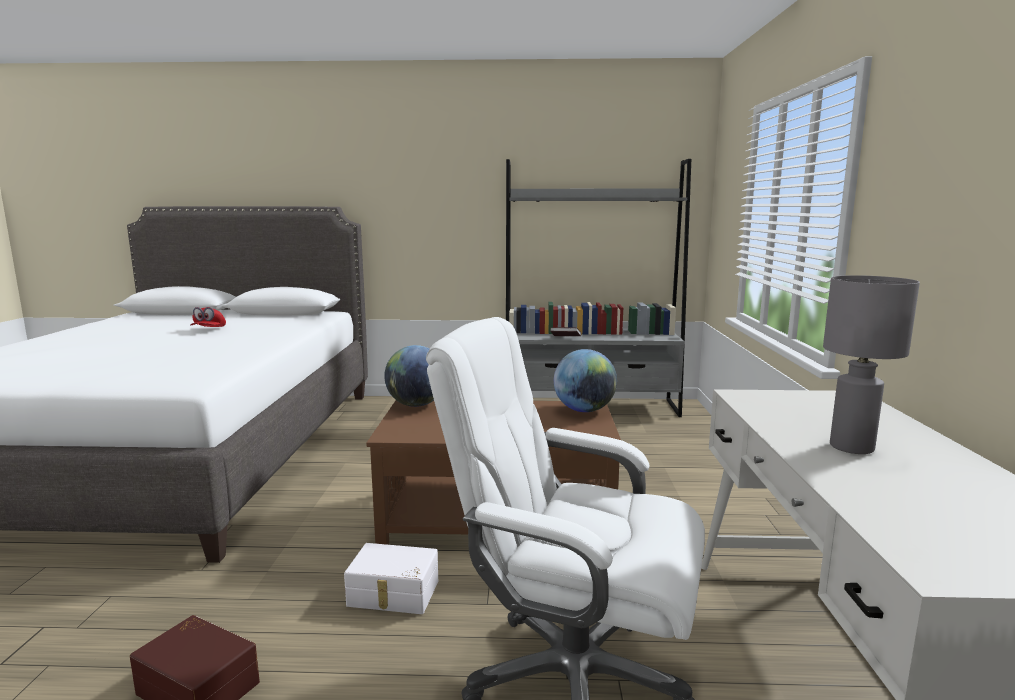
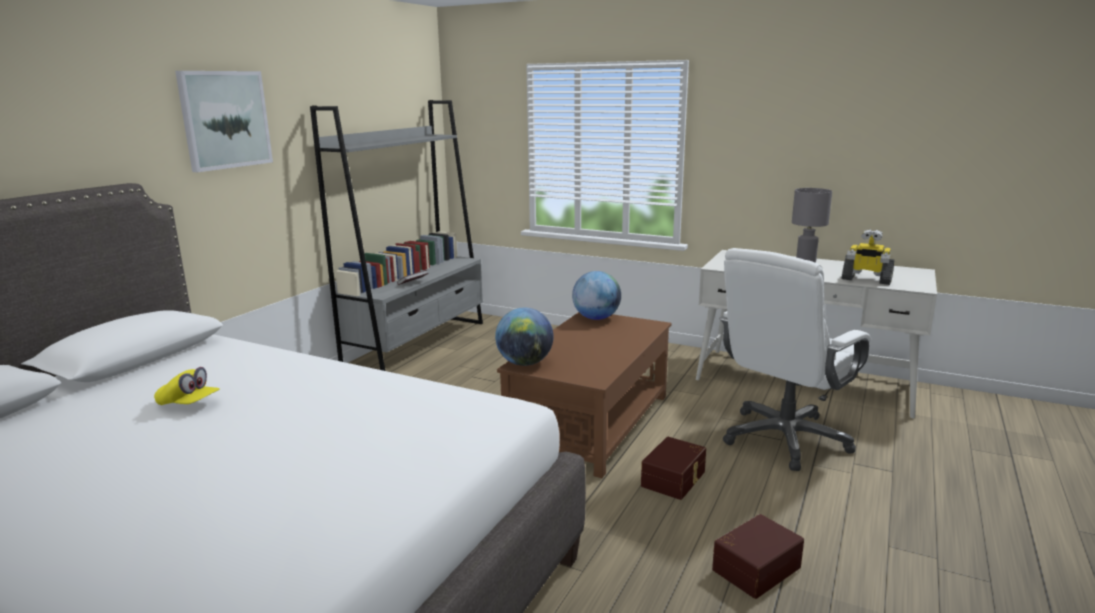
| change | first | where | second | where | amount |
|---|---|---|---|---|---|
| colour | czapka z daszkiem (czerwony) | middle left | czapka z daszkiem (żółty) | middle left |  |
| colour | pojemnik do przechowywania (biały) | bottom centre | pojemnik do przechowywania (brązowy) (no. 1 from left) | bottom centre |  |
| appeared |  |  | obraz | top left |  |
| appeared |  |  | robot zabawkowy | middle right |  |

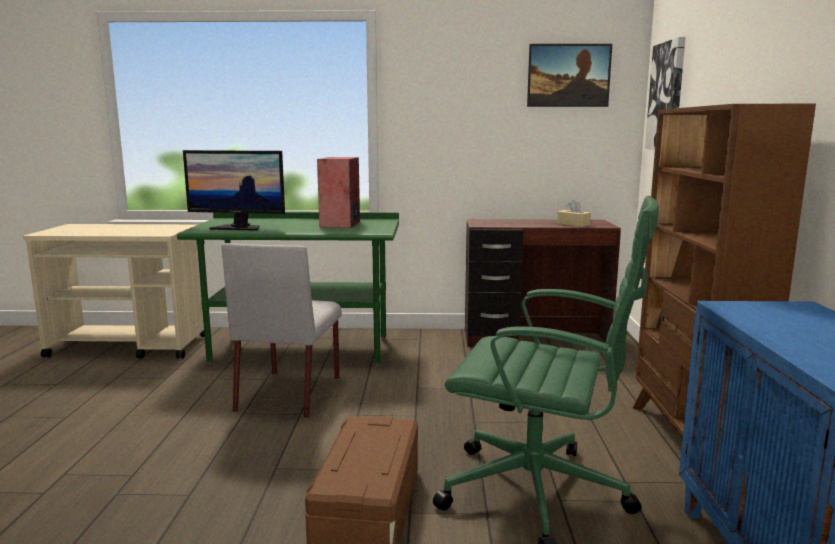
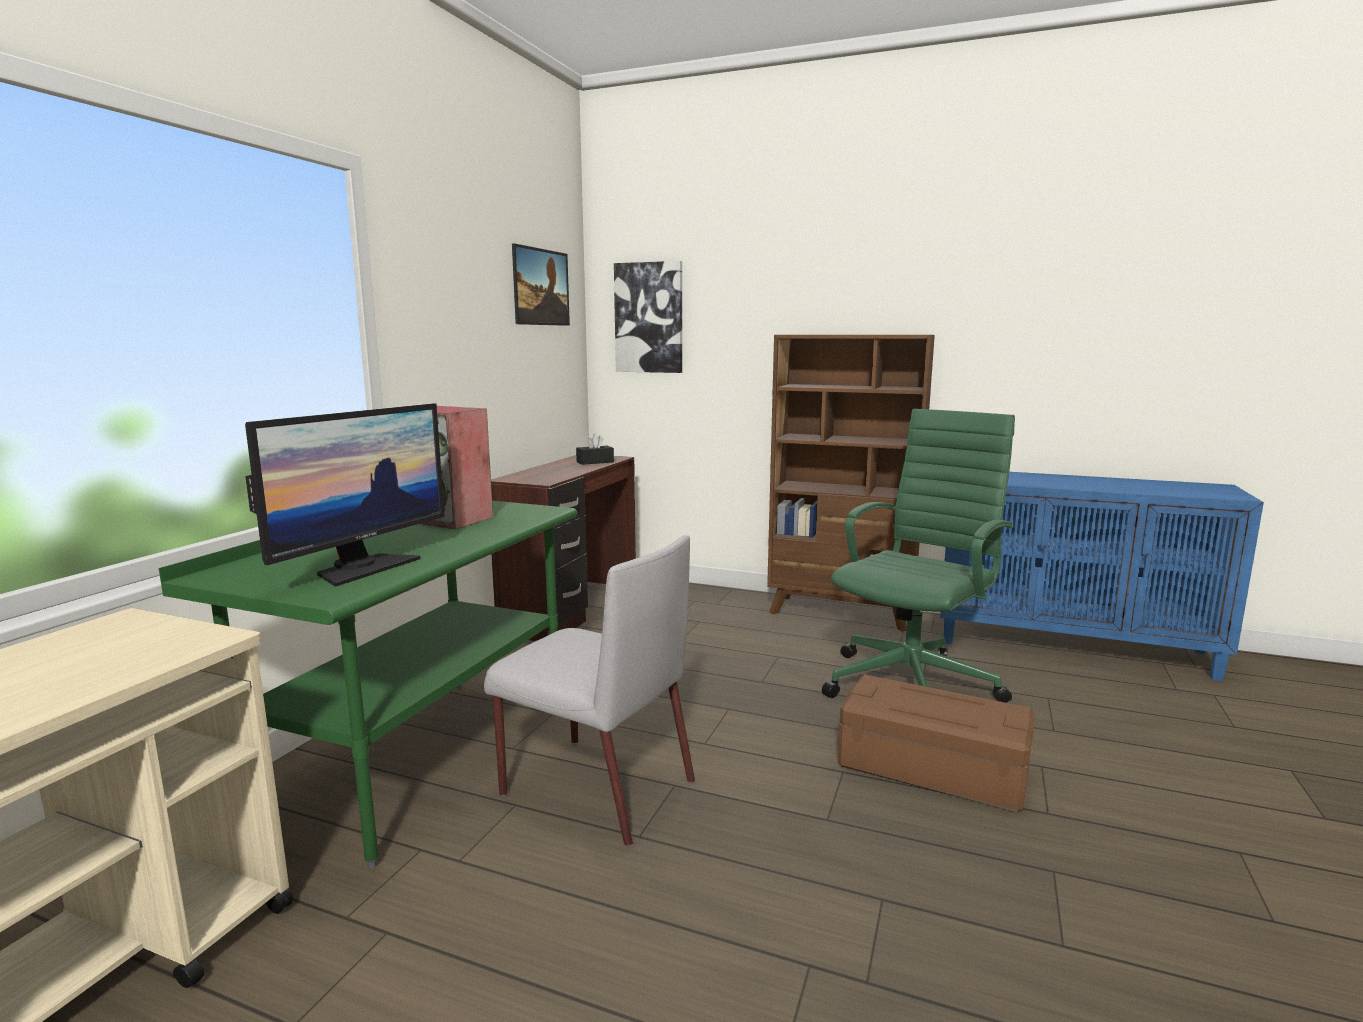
| change | first | where | second | where | amount |
|---|---|---|---|---|---|
| colour | pudełko chusteczek (beżowy) | middle right | pudełko chusteczek (czarny) | centre |  |

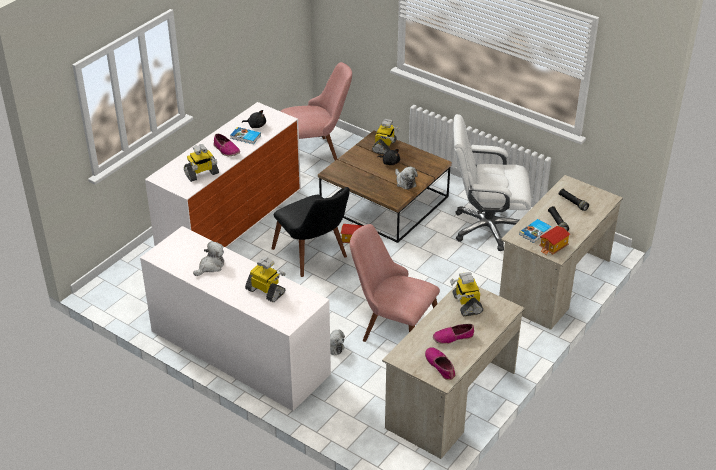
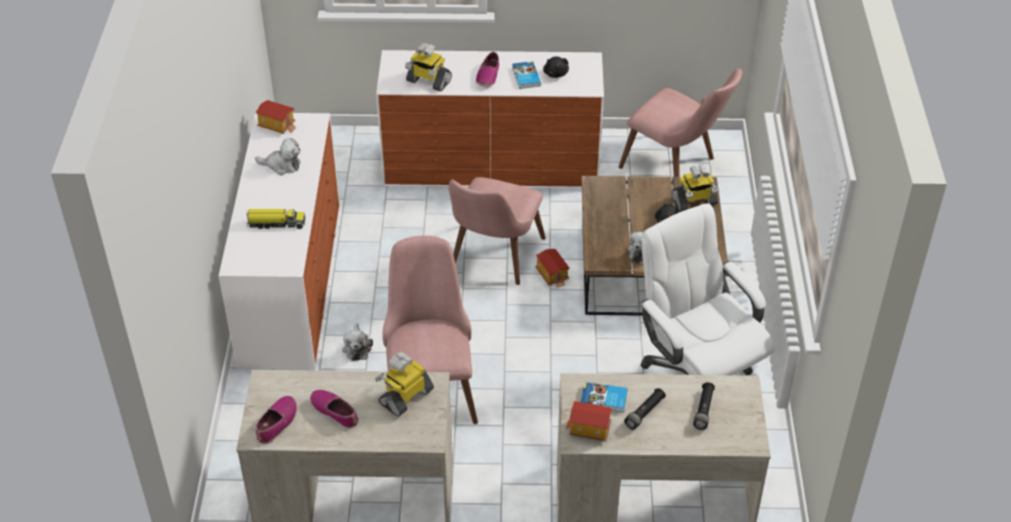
| change | first | where | second | where | amount |
|---|---|---|---|---|---|
| exchanged | robot zabawkowy (no. 2 from left) | centre | ciężarówka zabawkowa | middle left |  |
| colour | krzesło (czarny) | centre | krzesło (różowy) (no. 2 from left) | centre |  |
| appeared |  |  | domek (no. 1 from left) | top left |  |

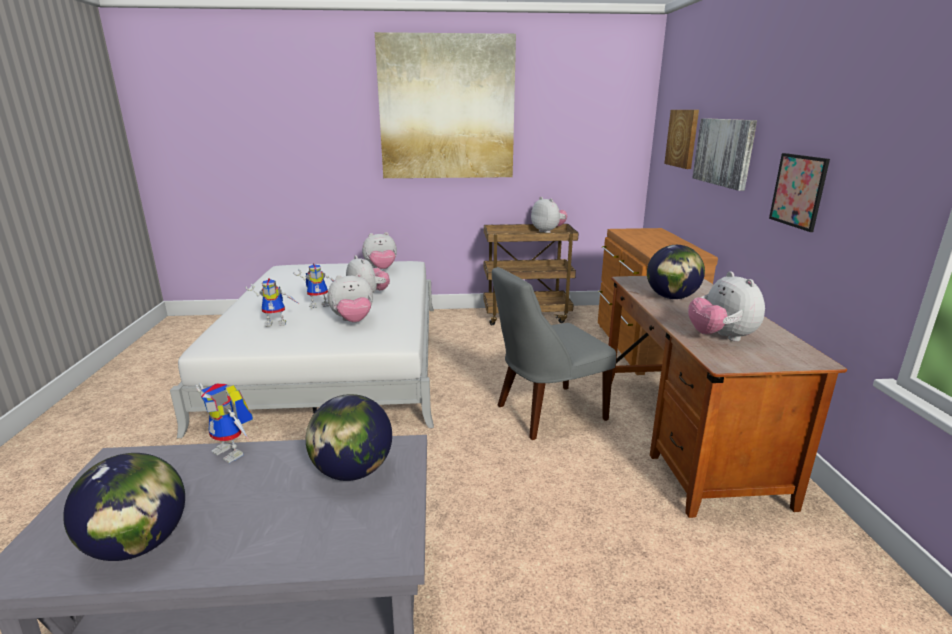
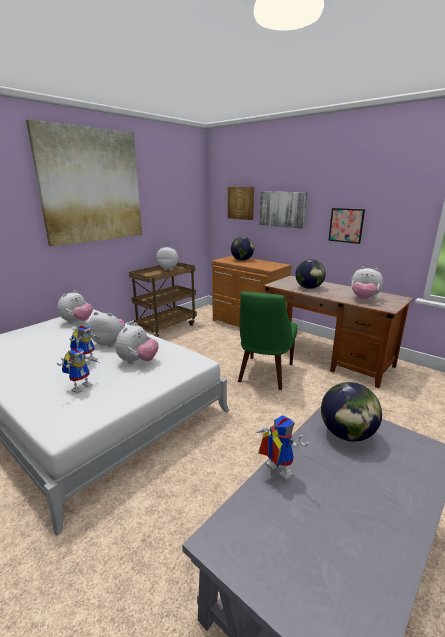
| change | first | where | second | where | amount |
|---|---|---|---|---|---|
| relocated | globus (no. 1 from left) | bottom left |  | centre |  |
| spun | robot zabawkowy (no. 1 from left in the first image) | bottom left | robot zabawkowy (no. 3 from left) | bottom centre | 120 degrees counterclockwise |
| colour | krzesło (szary) | centre | krzesło (zielony) | centre |  |

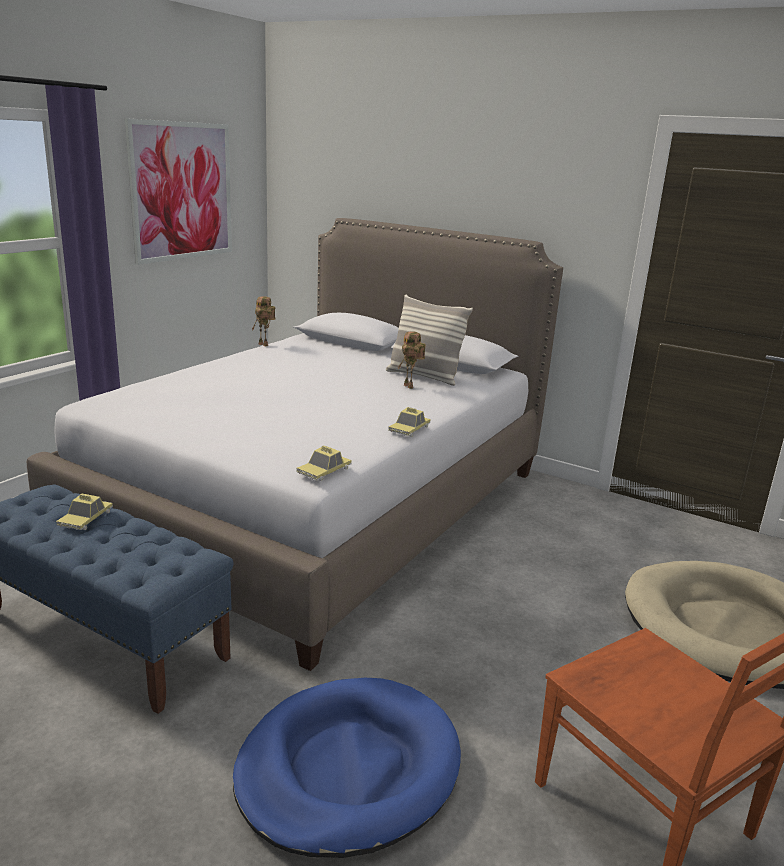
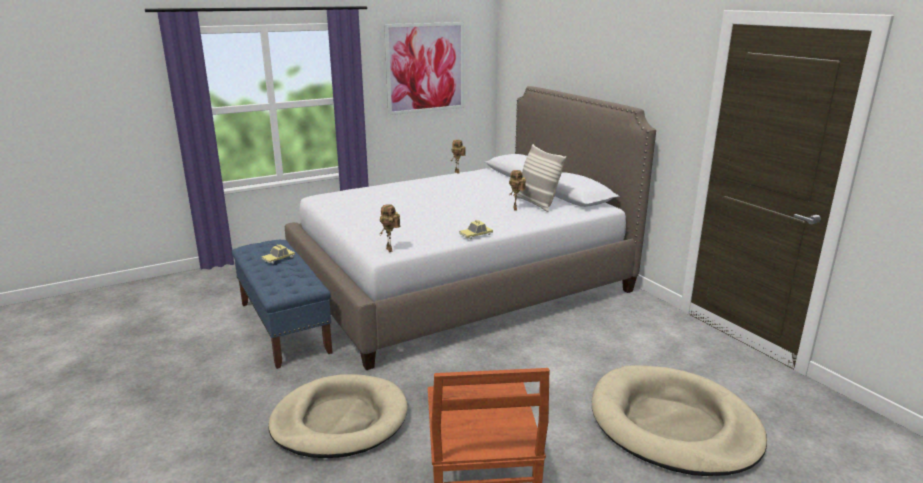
| change | first | where | second | where | amount |
|---|---|---|---|---|---|
| colour | legowisko (niebieski) | bottom centre | legowisko (beżowy) (no. 1 from left) | bottom centre |  |
| exchanged | samochodzik (no. 2 from left) | centre | robot zabawkowy (no. 1 from left) | centre |  |

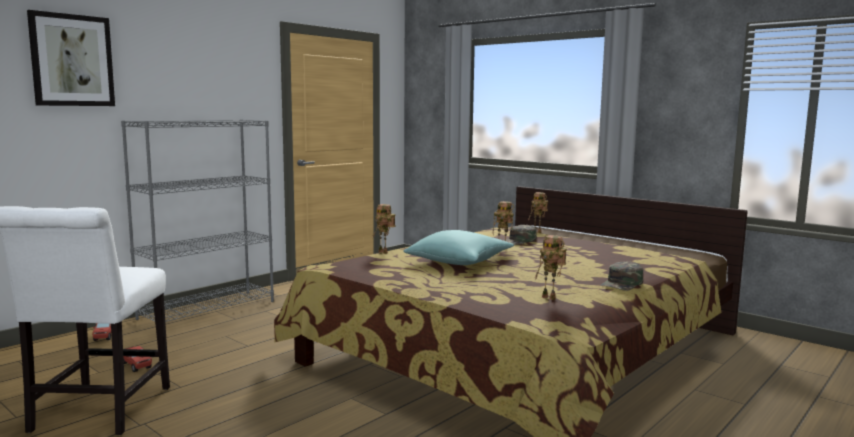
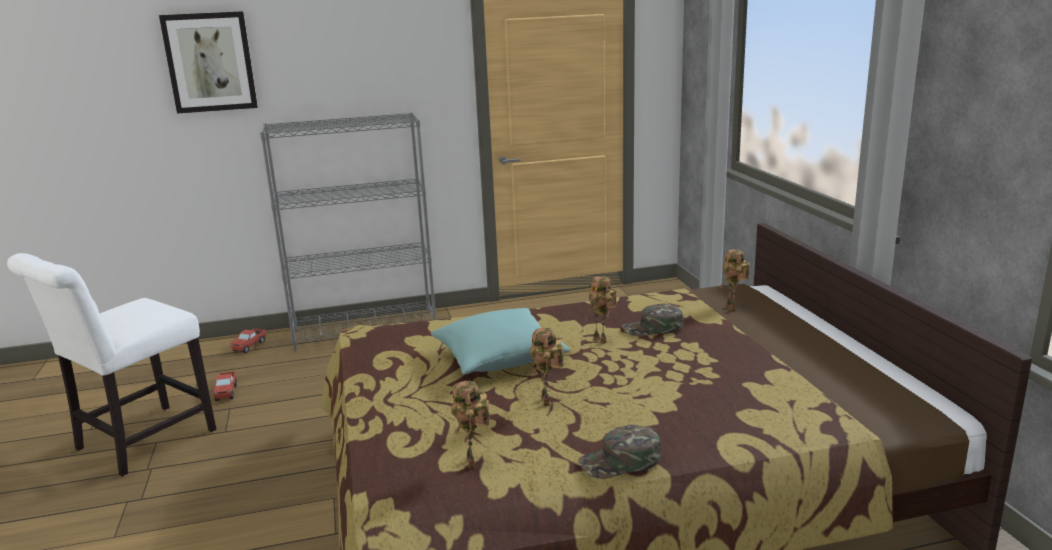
| change | first | where | second | where | amount |
|---|---|---|---|---|---|
| relocated | robot zabawkowy (no. 1 from left in the first image) | centre | robot zabawkowy (no. 2 from left) | bottom centre |  |

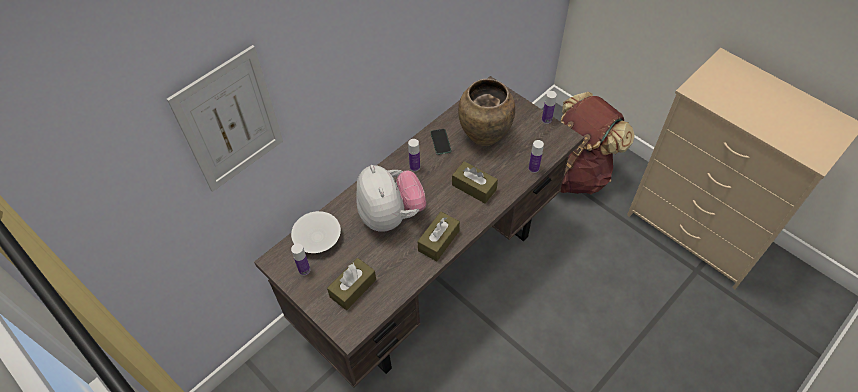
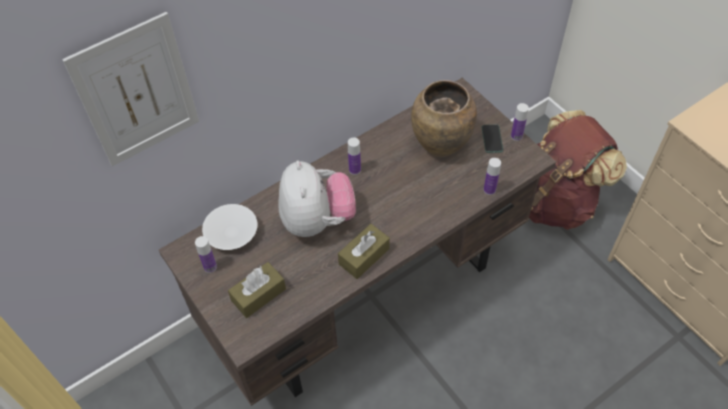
| change | first | where | second | where | amount |
|---|---|---|---|---|---|
| relocated | telefon | centre |  | middle right |  |
| missing | pudełko chusteczek (brązowy) (no. 3 from left) | centre |  |  |  |

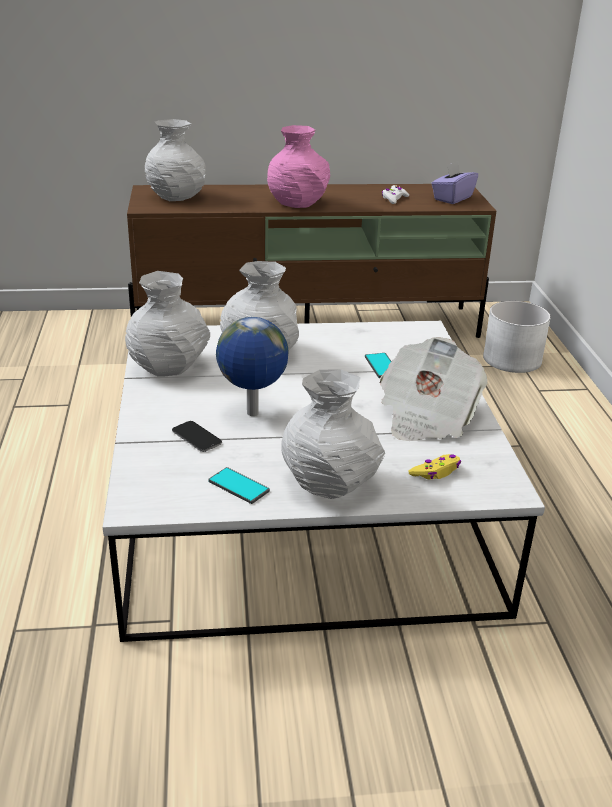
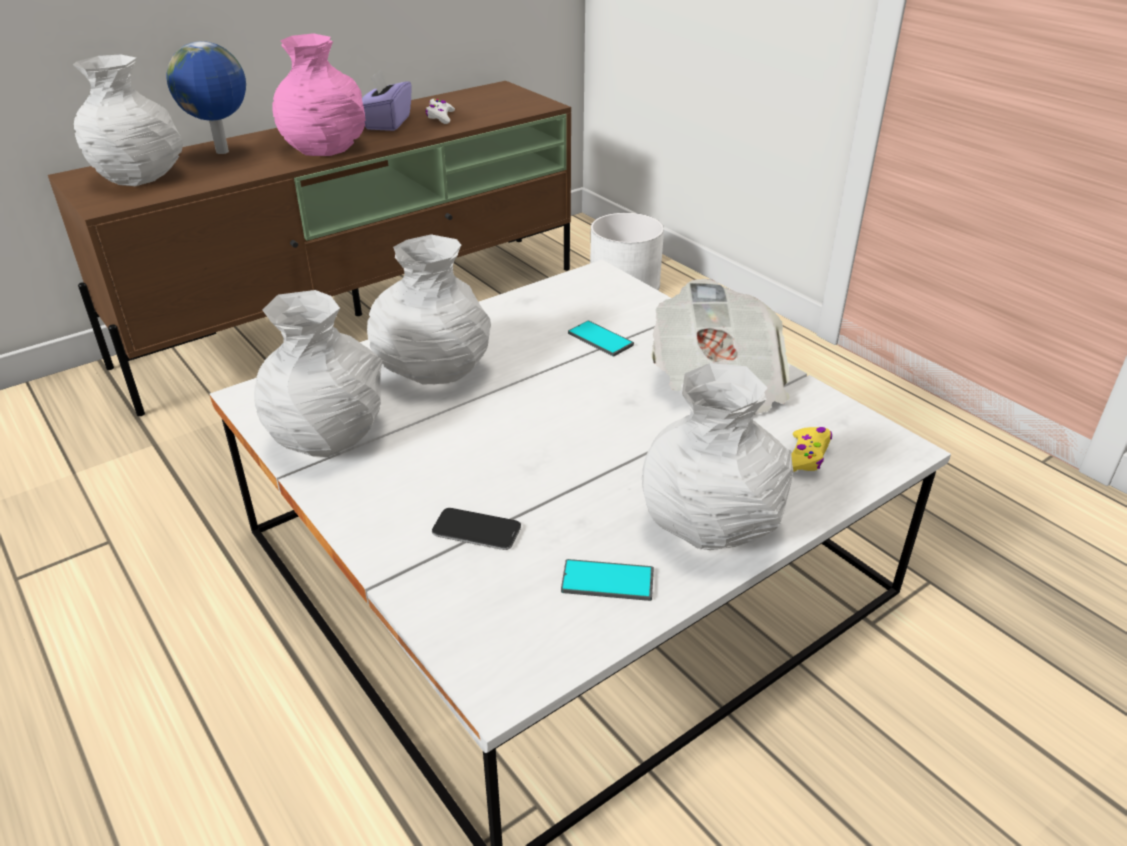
| change | first | where | second | where | amount |
|---|---|---|---|---|---|
| relocated | globus | centre |  | top left |  |
| relocated | pudełko chusteczek (fioletowy) | top right |  | top centre |  |

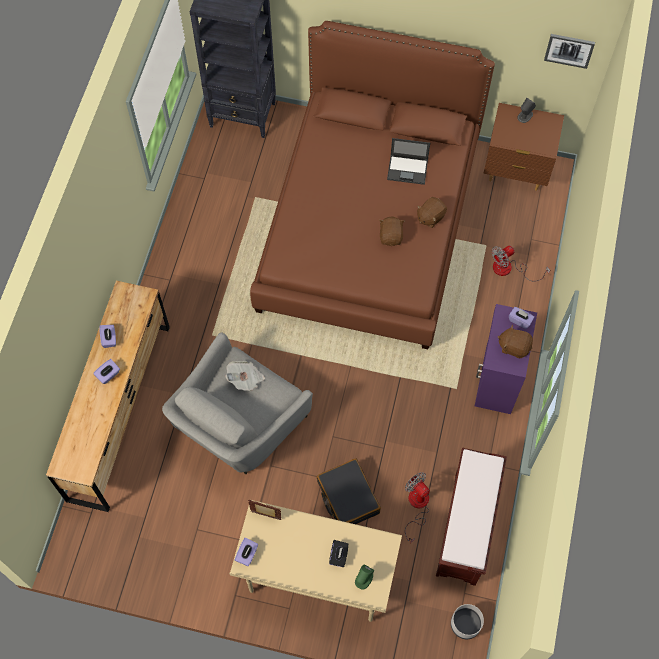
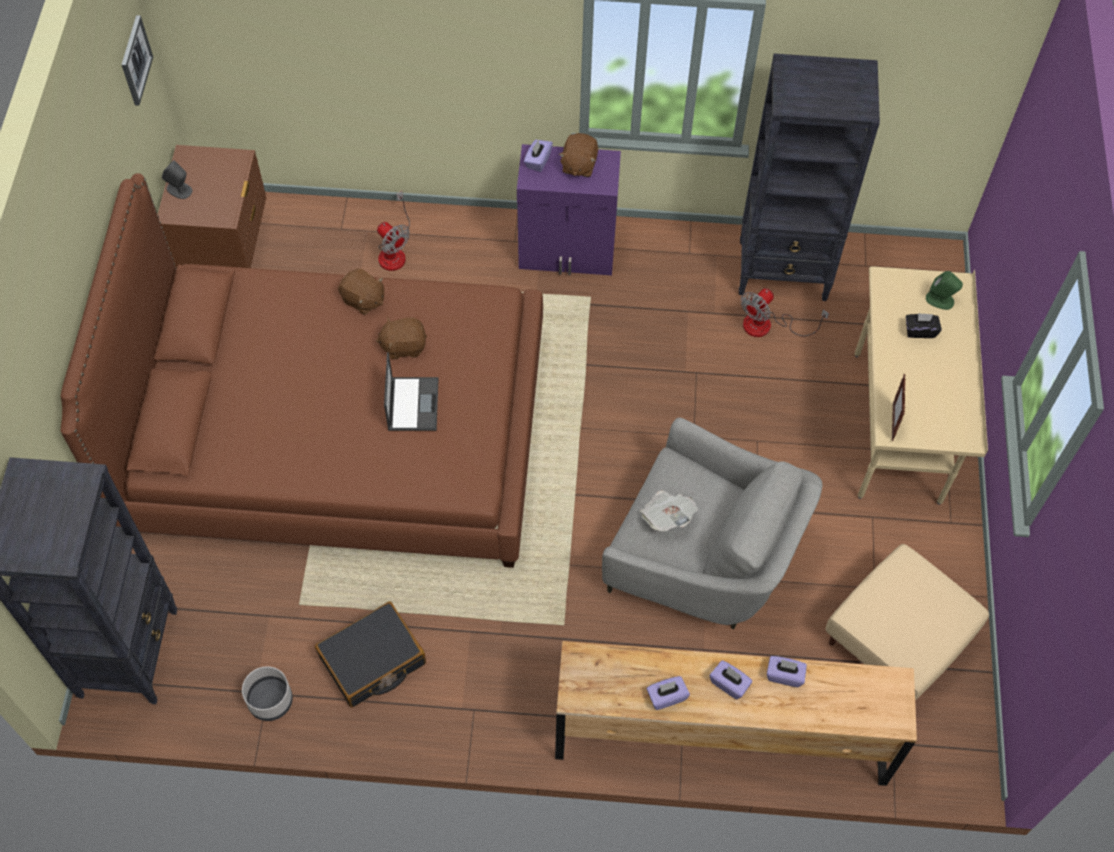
| change | first | where | second | where | amount |
|---|---|---|---|---|---|
| relocated | pudełko chusteczek (fioletowy) (no. 3 from left in the first image) | bottom centre | pudełko chusteczek (fioletowy) (no. 4 from left) | bottom right |  |
| relocated | walizka (czarny) | bottom centre |  | bottom left |  |
| relocated | laptop | top centre |  | centre |  |
| exchanged | ławka (brązowy) | bottom right | regał (czarny) (no. 2 from left) | top right |  |
| relocated | donica (szary) | bottom right |  | bottom left |  |
| appeared |  |  | pufa (beżowy) | bottom right |  |

